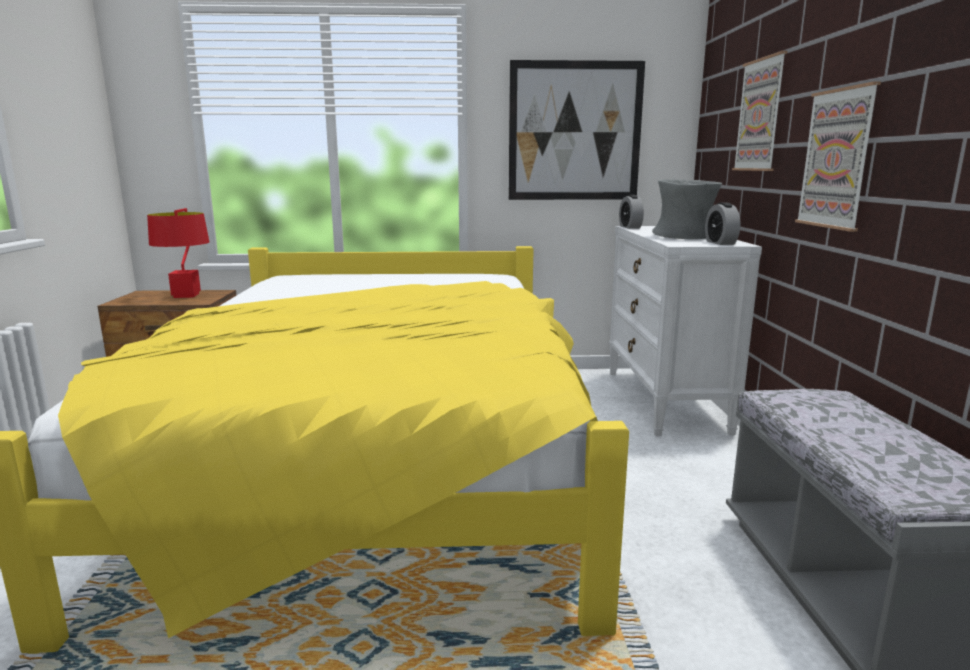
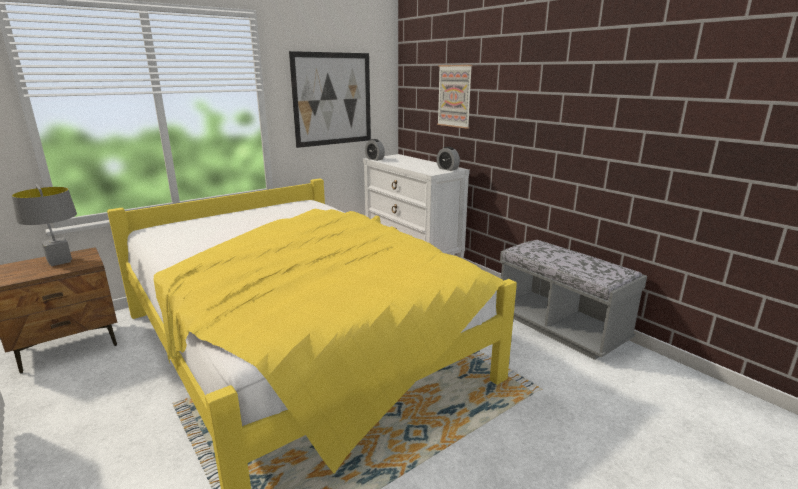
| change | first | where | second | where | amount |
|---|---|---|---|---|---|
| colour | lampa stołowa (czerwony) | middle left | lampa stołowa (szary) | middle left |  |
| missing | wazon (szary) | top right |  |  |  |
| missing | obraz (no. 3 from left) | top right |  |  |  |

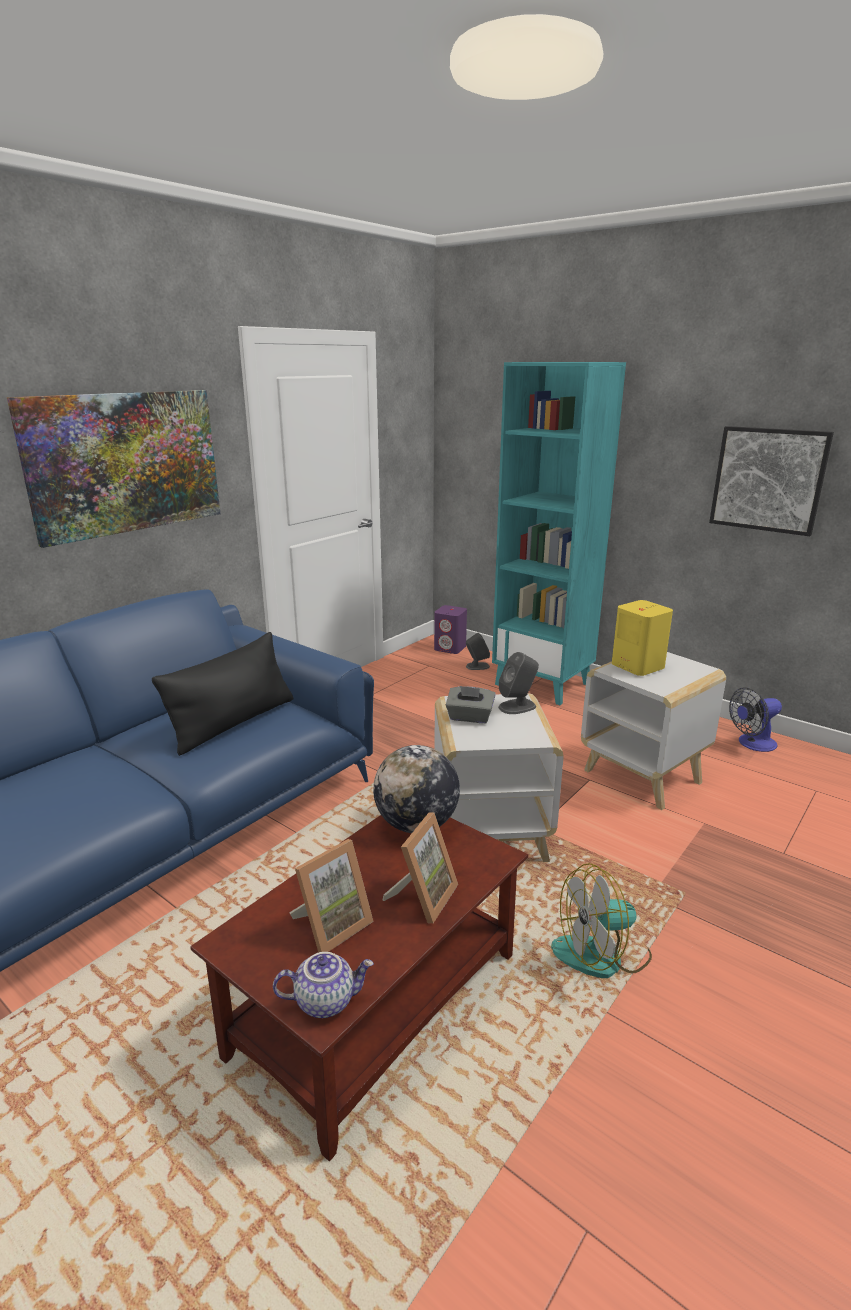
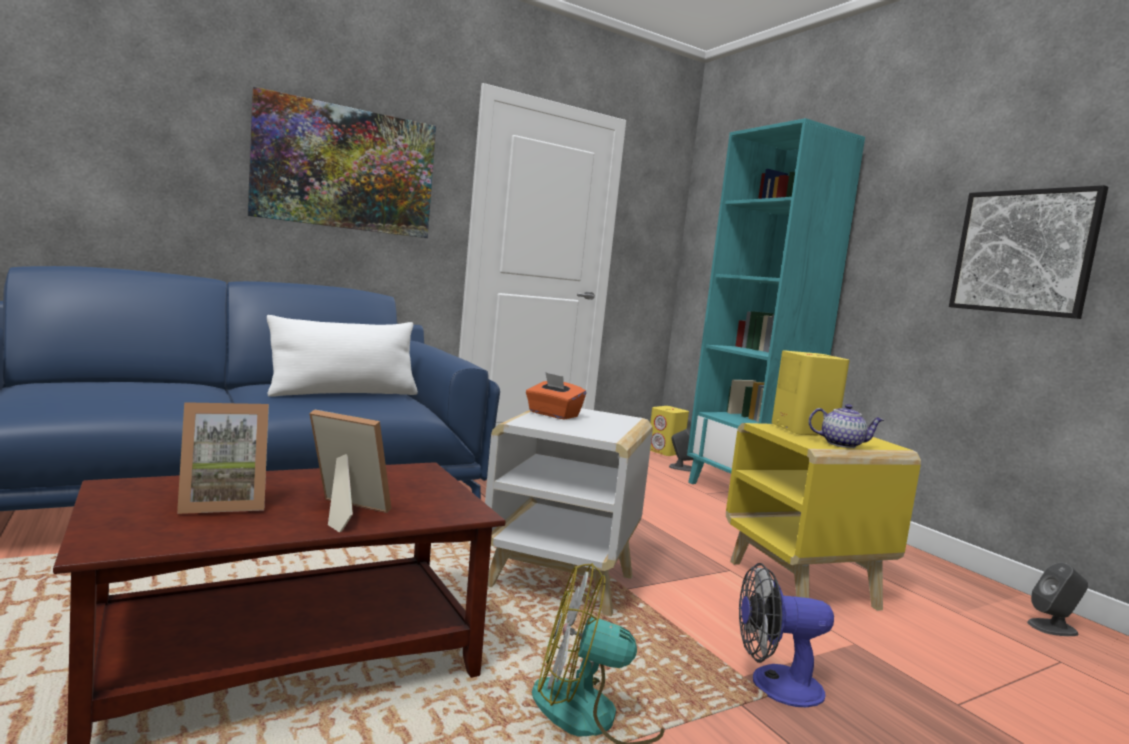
| change | first | where | second | where | amount |
|---|---|---|---|---|---|
| colour | poduszka (czarny) | middle left | poduszka (biały) | middle left |  |
| relocated | imbryk | bottom centre |  | middle right |  |
| missing | globus | centre |  |  |  |
| spun | ramka na zdjęcie (no. 2 from left) | centre |  | middle left | 120 degrees counterclockwise |
| colour | głośnik (fioletowy) | centre | głośnik (żółty) (no. 1 from left) | centre |  |
| colour | pudełko chusteczek (szary) | centre | pudełko chusteczek (pomarańczowy) | centre |  |
| relocated | głośnik (szary) (no. 2 from left) | centre |  | bottom right |  |
| colour | stolik (biały) (no. 2 from left) | middle right | stolik (żółty) | bottom right |  |
| relocated | wentylator (no. 2 from left) | middle right |  | bottom right |  |

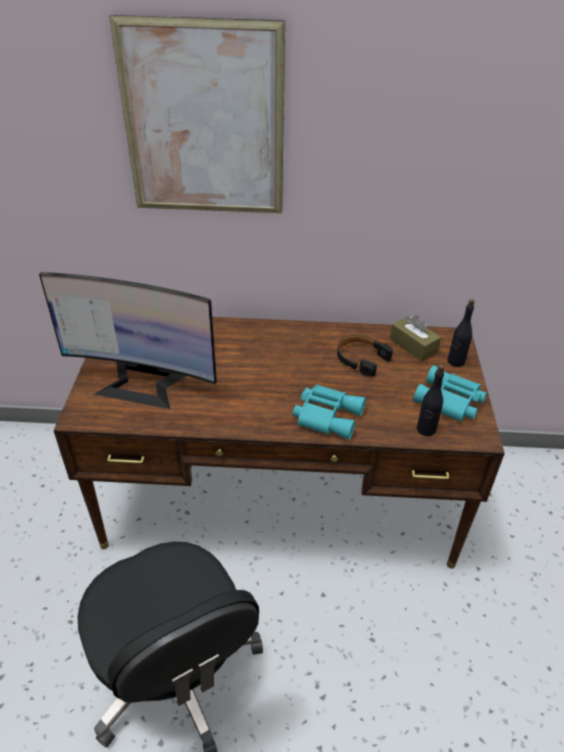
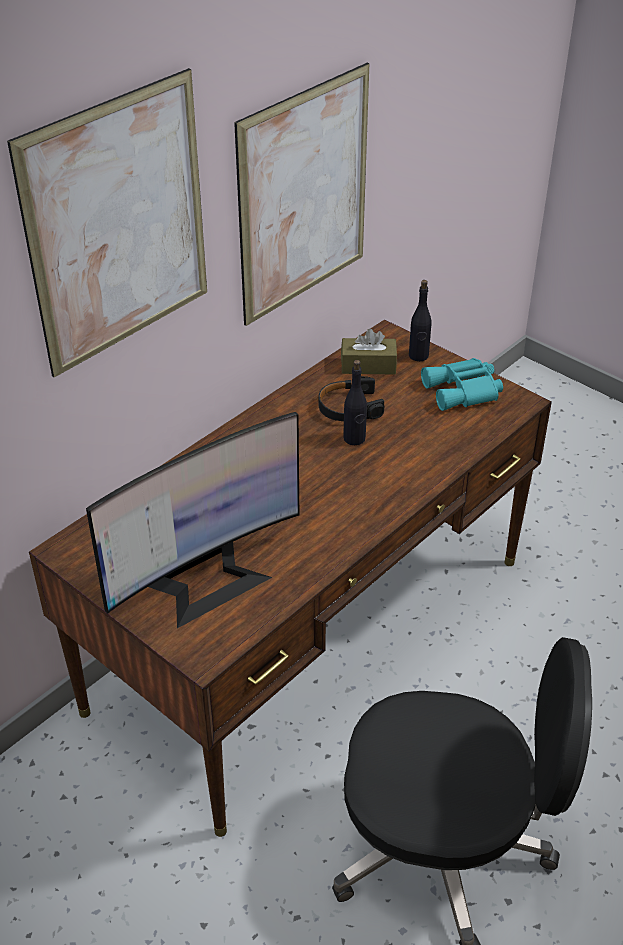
| change | first | where | second | where | amount |
|---|---|---|---|---|---|
| missing | lornetka (turkusowy) (no. 1 from left) | centre |  |  |  |
| relocated | butelka (czarny) (no. 1 from left) | middle right |  | centre |  |
| appeared |  |  | obraz (no. 2 from left) | top centre |  |

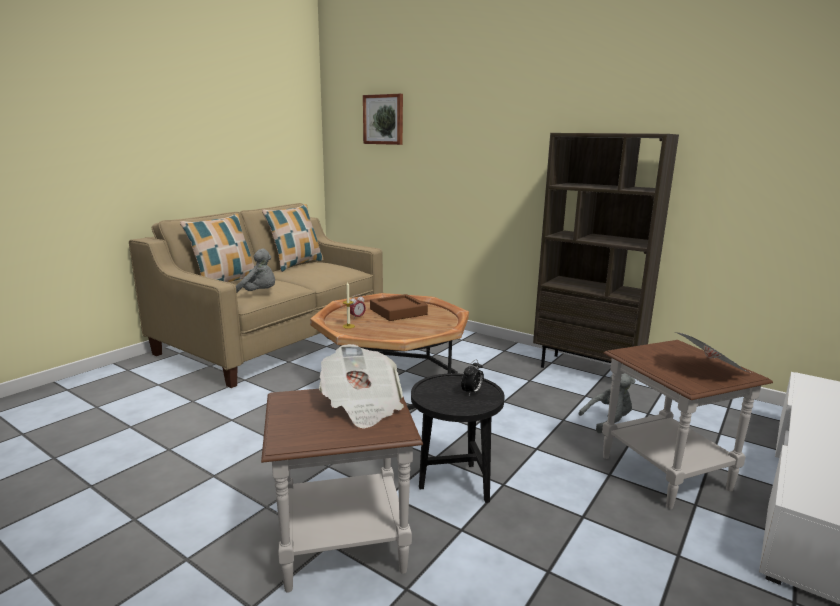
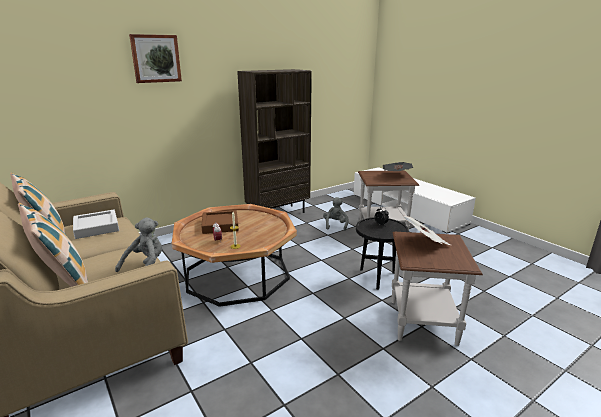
| change | first | where | second | where | amount |
|---|---|---|---|---|---|
| relocated | obraz | top centre |  | top left |  |
| appeared |  |  | taca (szary) | middle left |  |

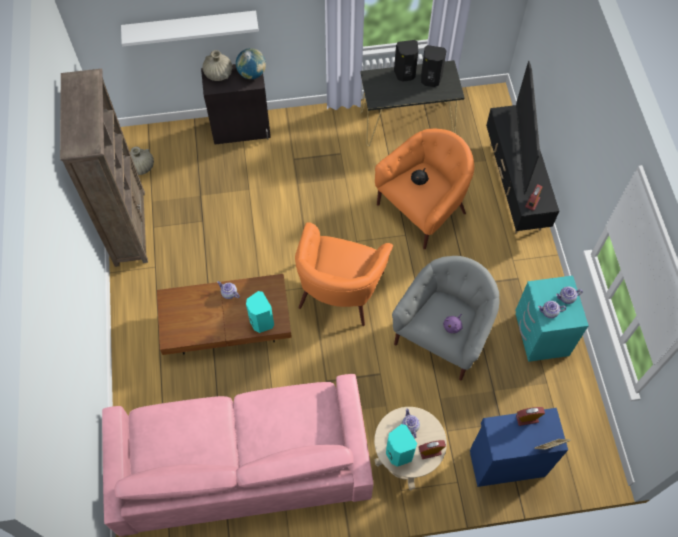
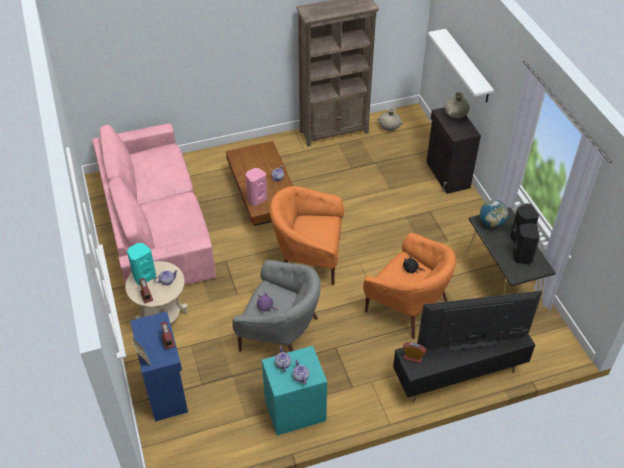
| change | first | where | second | where | amount |
|---|---|---|---|---|---|
| relocated | globus | top centre |  | middle right |  |
| colour | głośnik (turkusowy) (no. 1 from left) | centre | głośnik (różowy) | centre |  |

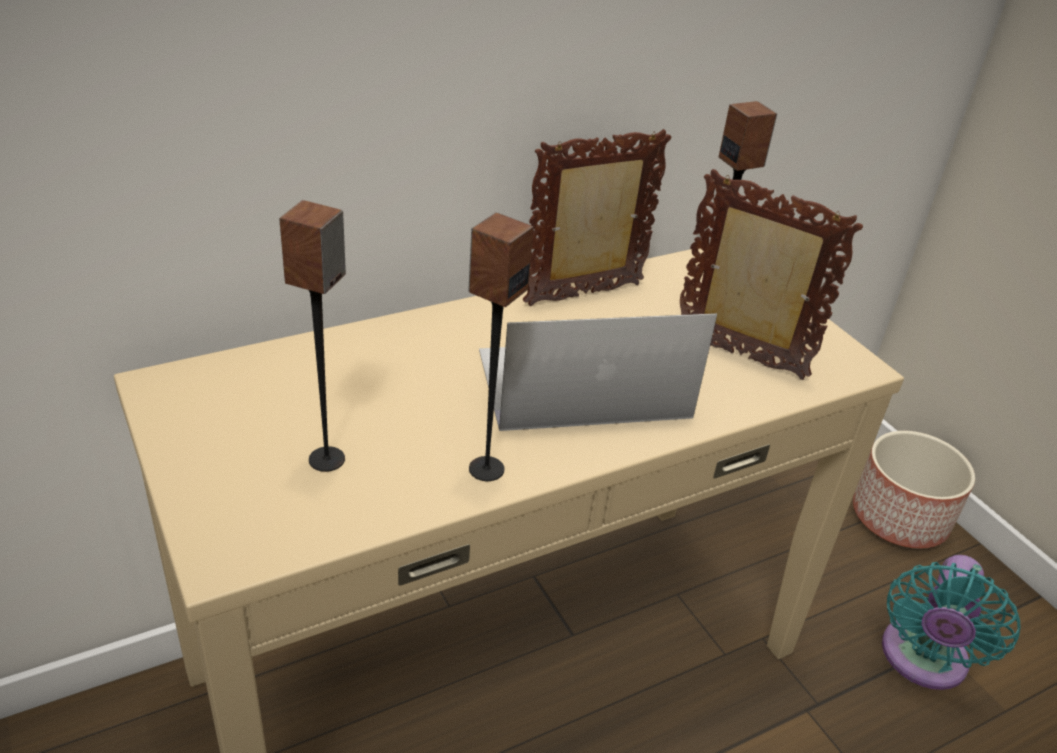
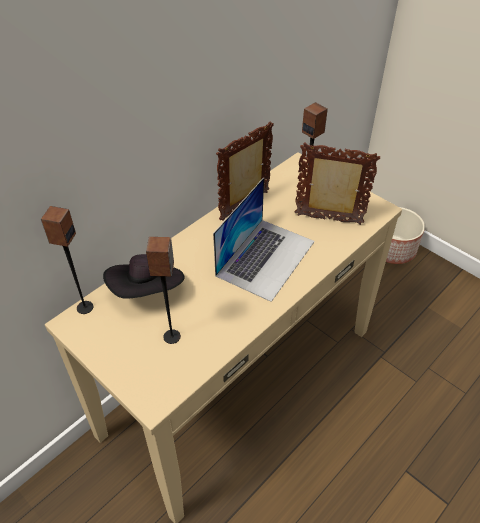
| change | first | where | second | where | amount |
|---|---|---|---|---|---|
| relocated | głośnik (no. 2 from left in the first image) | centre | głośnik (no. 1 from left) | middle left |  |
| spun | laptop | centre |  | centre | 150 degrees clockwise |
| missing | wentylator (turkusowy) | bottom right |  |  |  |
| appeared |  |  | kapelusz (czarny) | middle left |  |

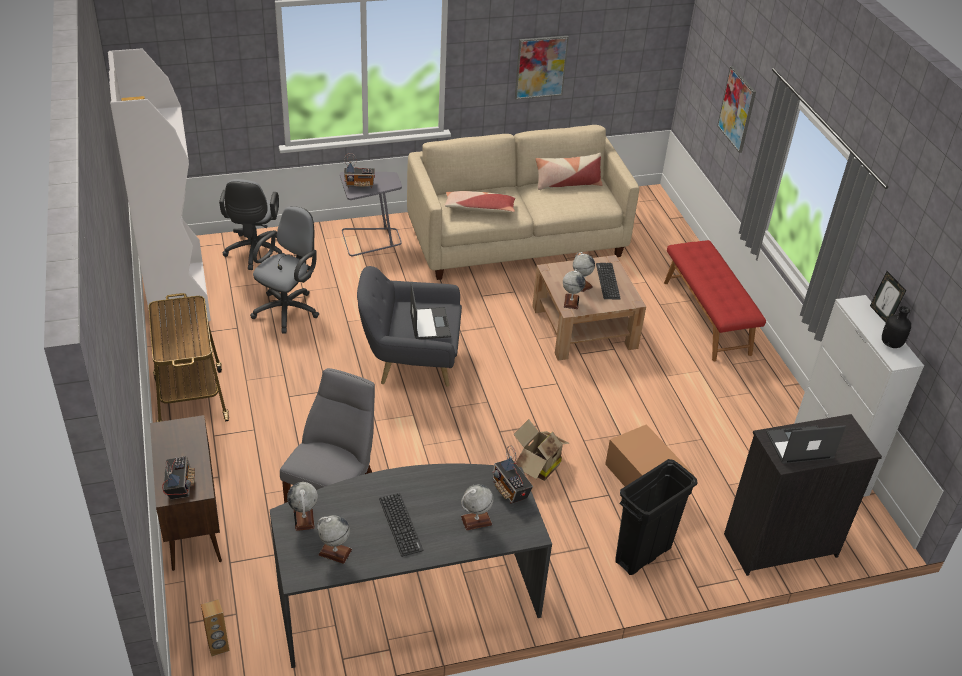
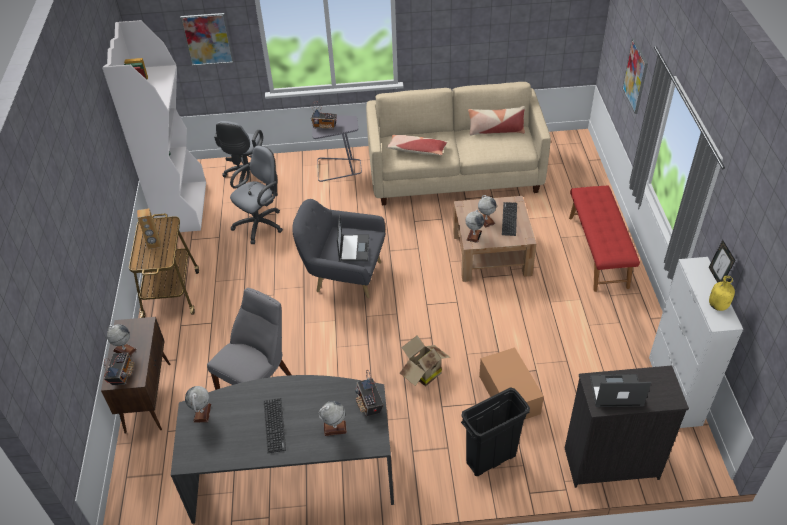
| change | first | where | second | where | amount |
|---|---|---|---|---|---|
| relocated | głośnik (brązowy) | bottom left |  | middle left |  |
| relocated | globus (no. 2 from left in the first image) | bottom centre | globus (no. 1 from left) | middle left |  |
| relocated | obraz (no. 1 from left) | top centre |  | top left |  |
| colour | butelka (czarny) | middle right | butelka (żółty) | middle right |  |

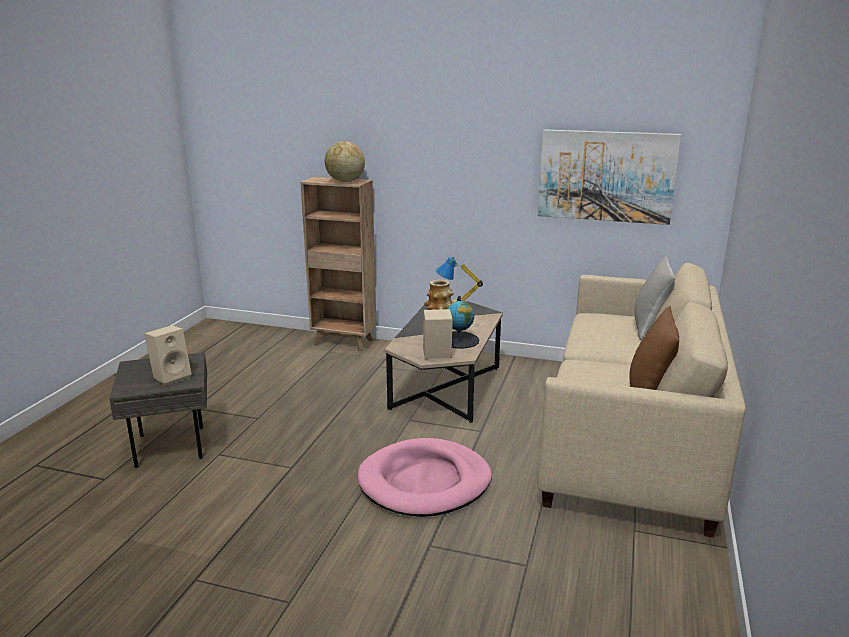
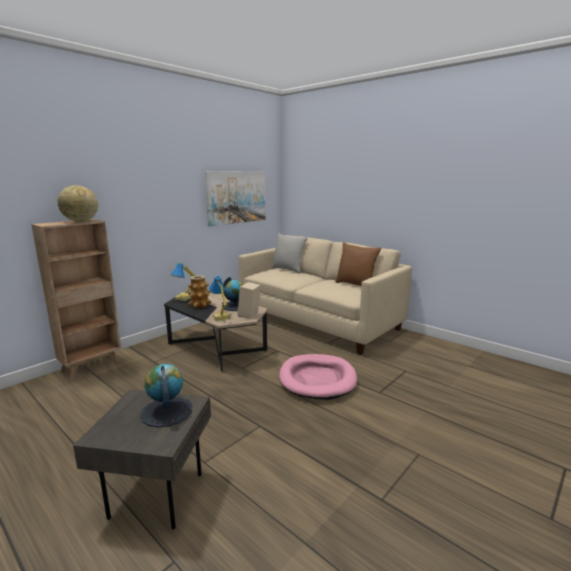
| change | first | where | second | where | amount |
|---|---|---|---|---|---|
| exchanged | głośnik (beżowy) (no. 1 from left) | middle left | globus (no. 2 from left) | bottom left |  |
| appeared |  |  | lampa stołowa (no. 2 from left) | centre |  |

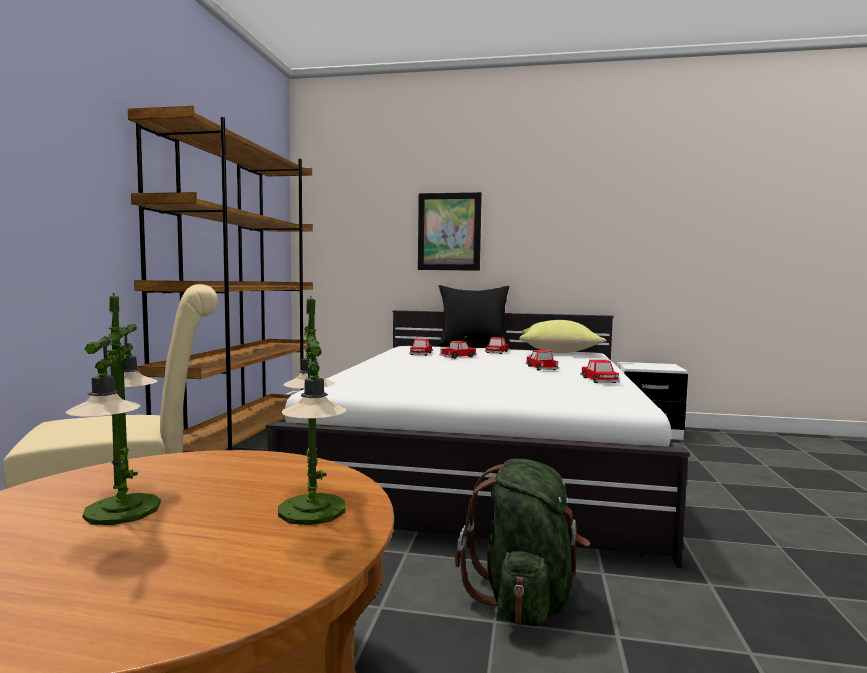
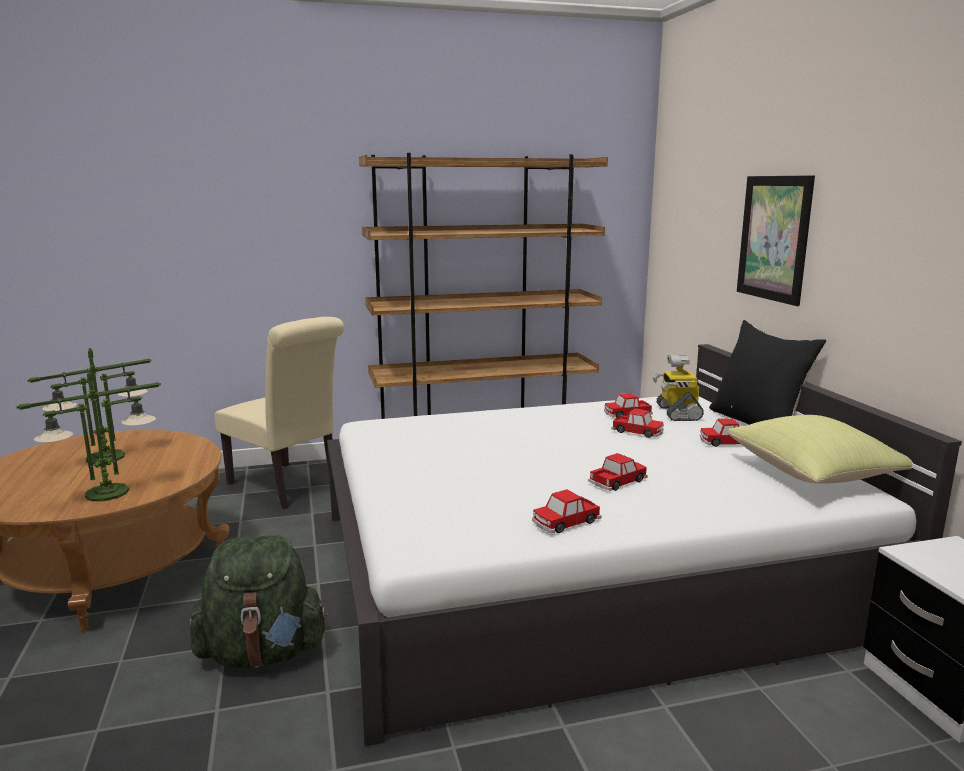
| change | first | where | second | where | amount |
|---|---|---|---|---|---|
| appeared |  |  | robot zabawkowy | middle right |  |

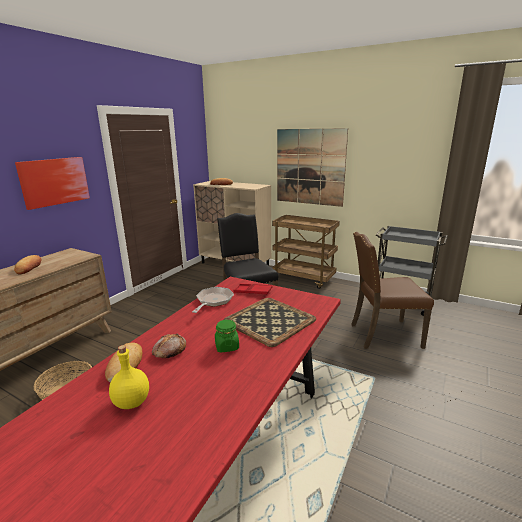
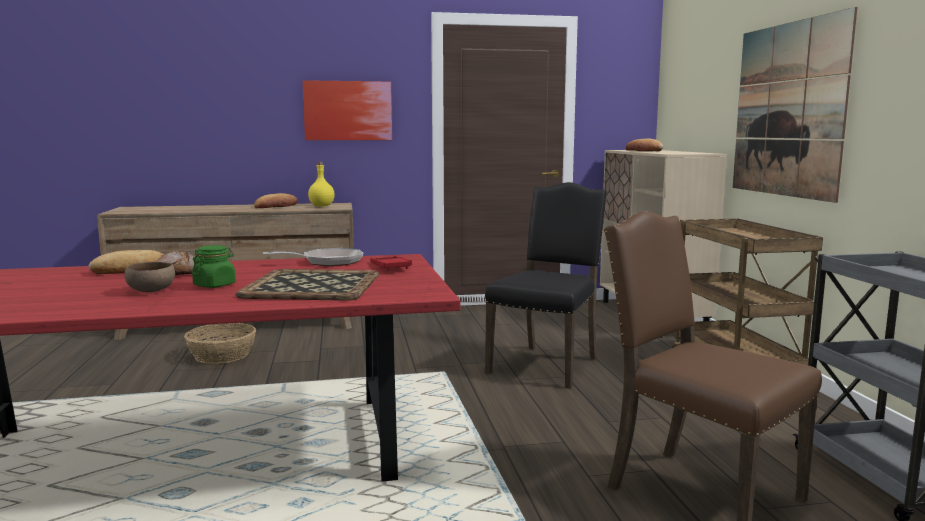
| change | first | where | second | where | amount |
|---|---|---|---|---|---|
| relocated | butelka (żółty) | bottom left |  | centre |  |
| appeared |  |  | miska (brązowy) | middle left |  |

